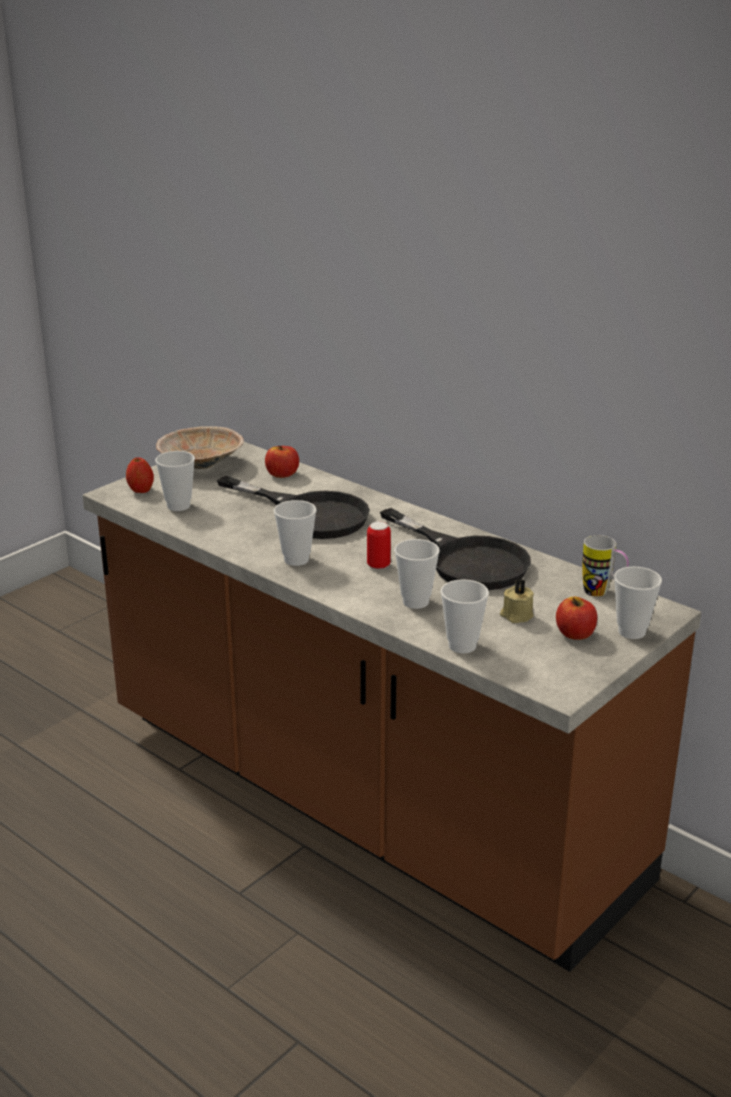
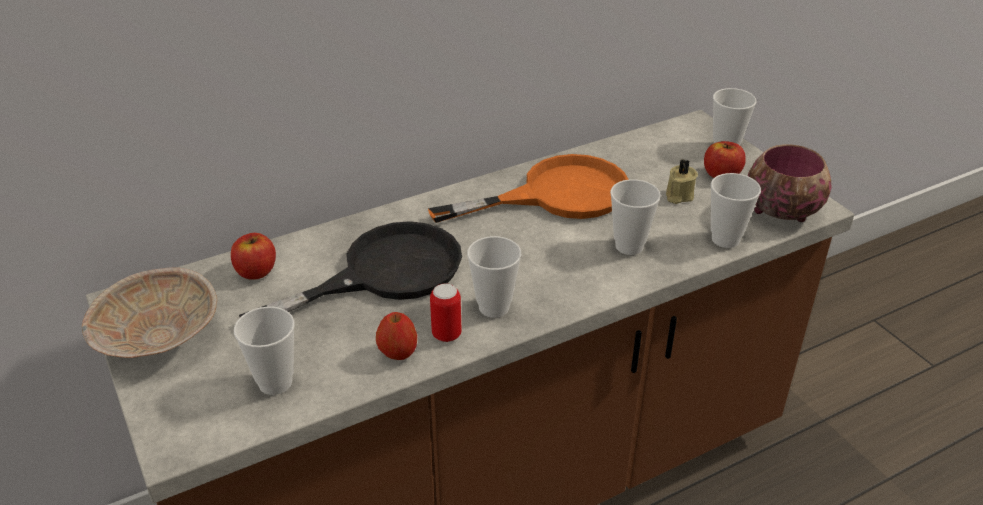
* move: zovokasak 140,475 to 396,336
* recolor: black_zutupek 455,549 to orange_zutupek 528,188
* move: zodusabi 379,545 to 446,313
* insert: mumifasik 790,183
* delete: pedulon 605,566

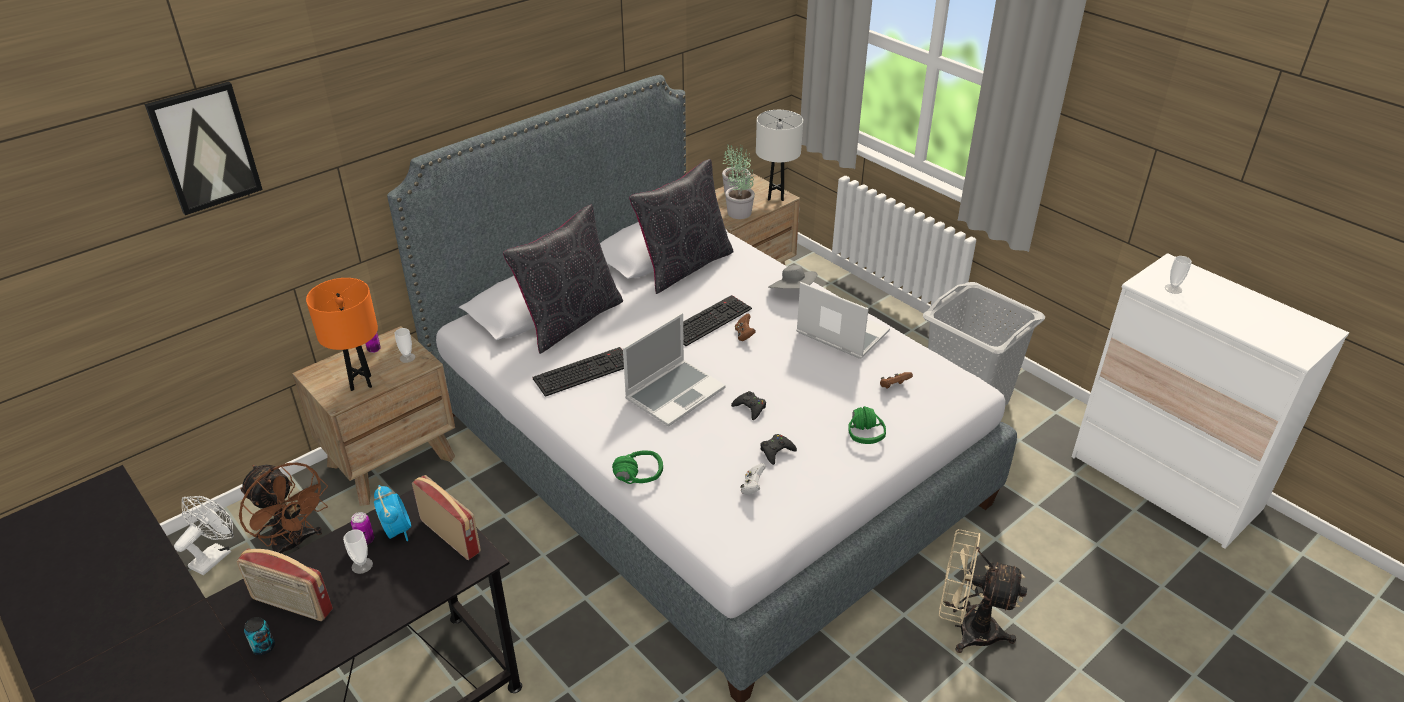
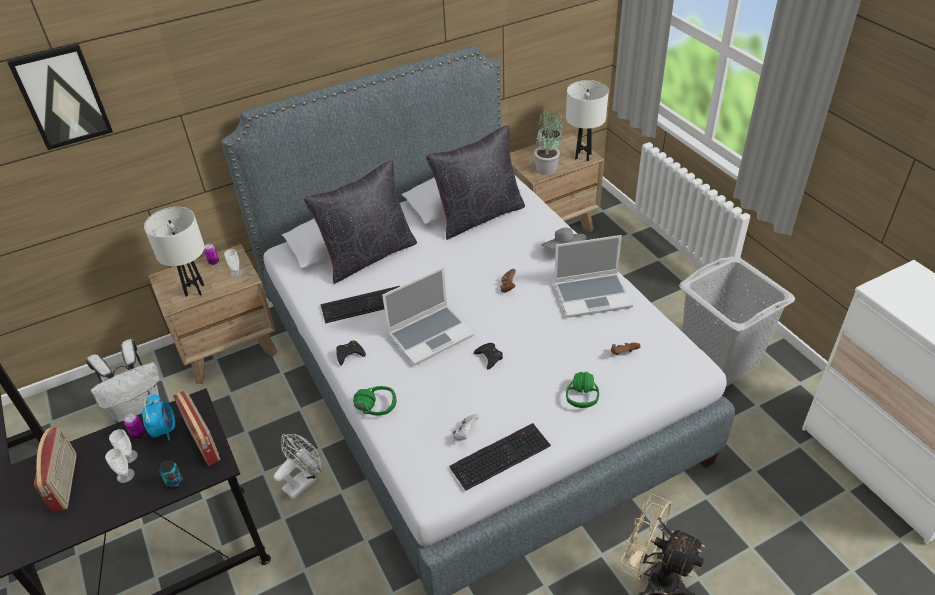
* rotate: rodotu 285,585 = 55,469 135 degrees counterclockwise
* replace: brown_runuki 283,510 to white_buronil 122,380
* move: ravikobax 1178,275 to 119,465
* recolor: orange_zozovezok 342,334 to white_zozovezok 174,251
* move: zodusabi 259,636 to 171,474
* move: white_runuki 204,535 to 297,467
* move: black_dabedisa 778,449 to 351,353
* move: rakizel 717,320 to 500,457
* rotate: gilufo 843,320 = 593,276 120 degrees clockwise

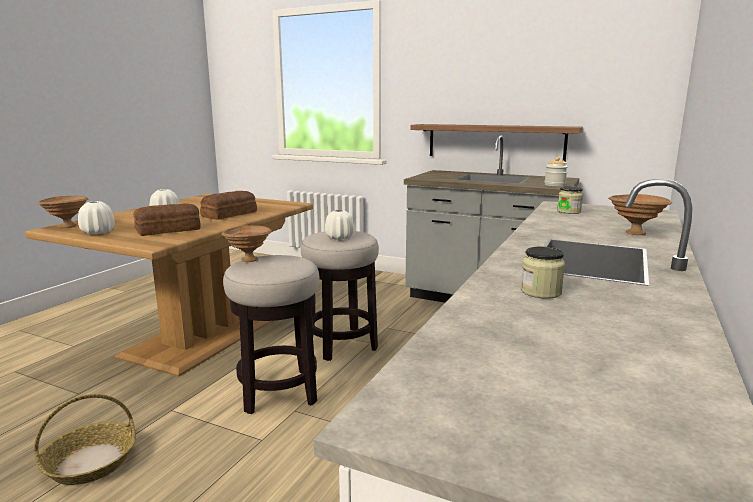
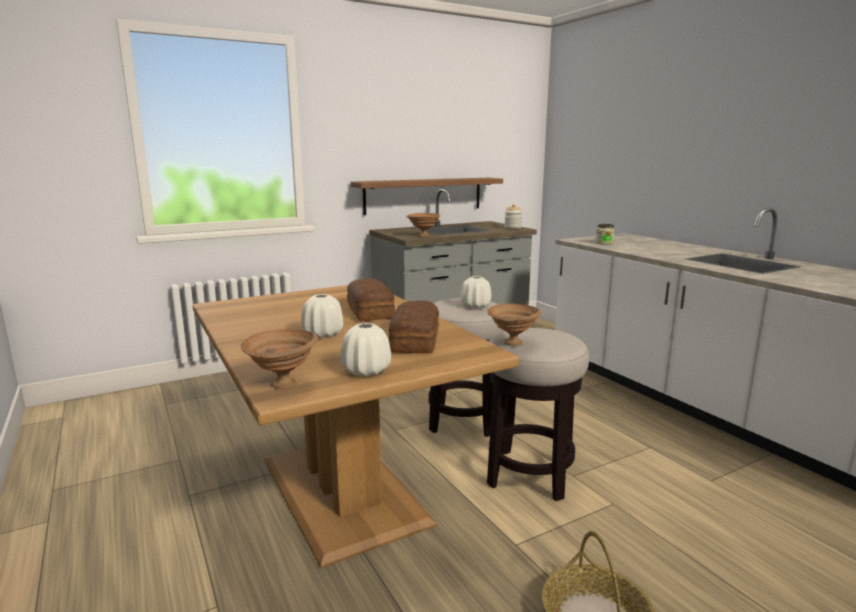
* move: brown_mumifasik 640,214 to 423,225
* delete: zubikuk 542,273

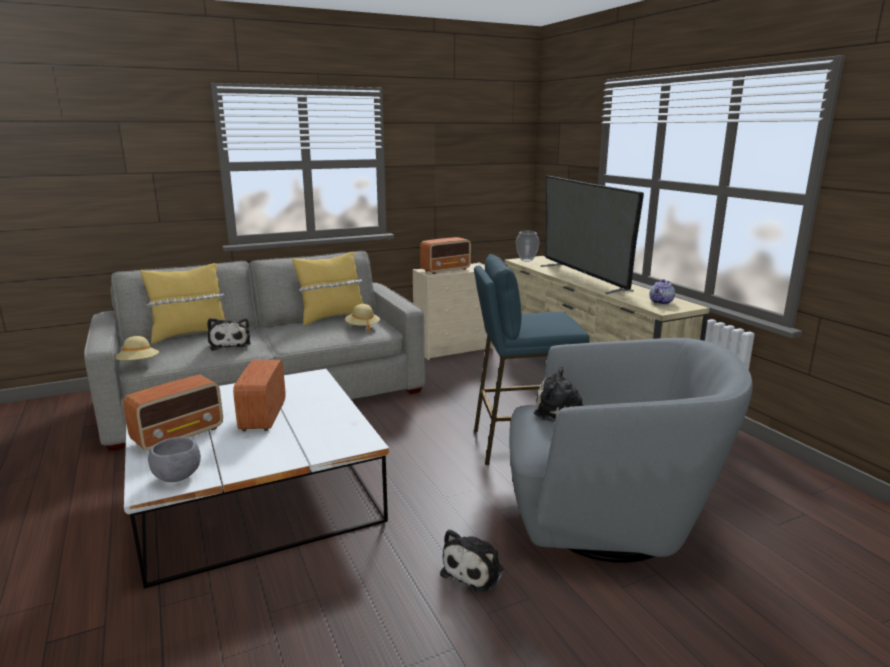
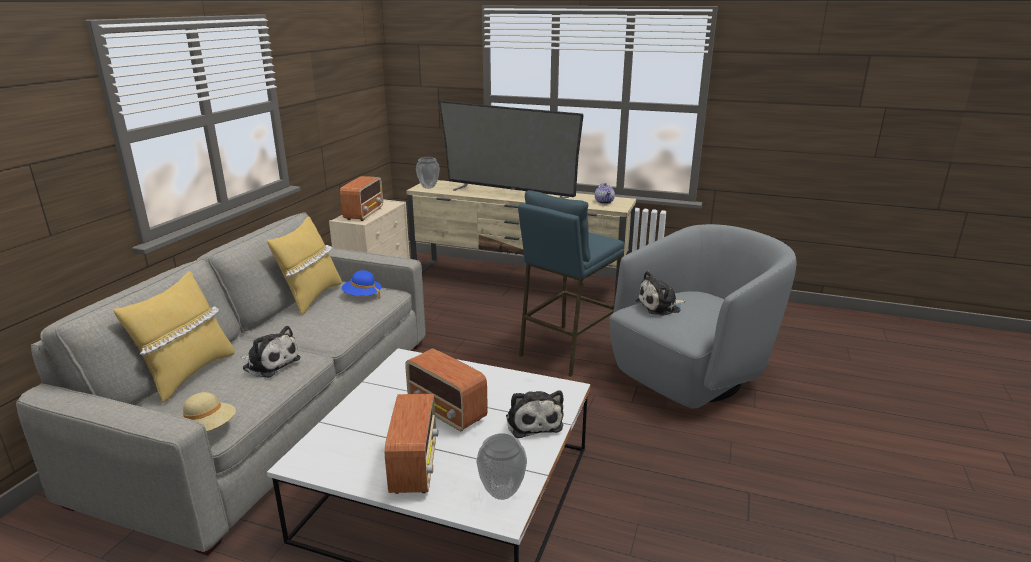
* recolor: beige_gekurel 362,318 to blue_gekurel 361,284
* replace: grey_mumifasik 174,459 to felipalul 501,466
* move: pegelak 472,561 to 535,414

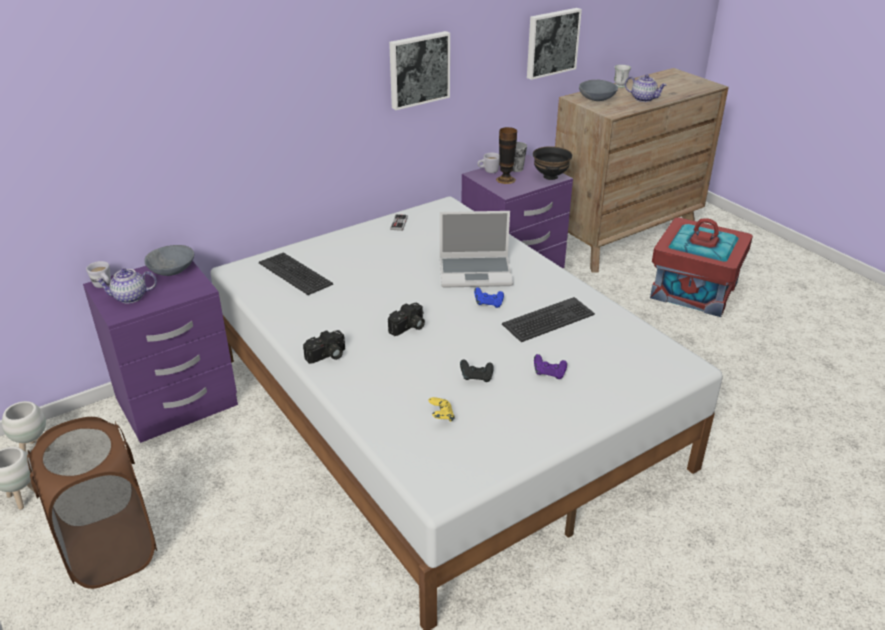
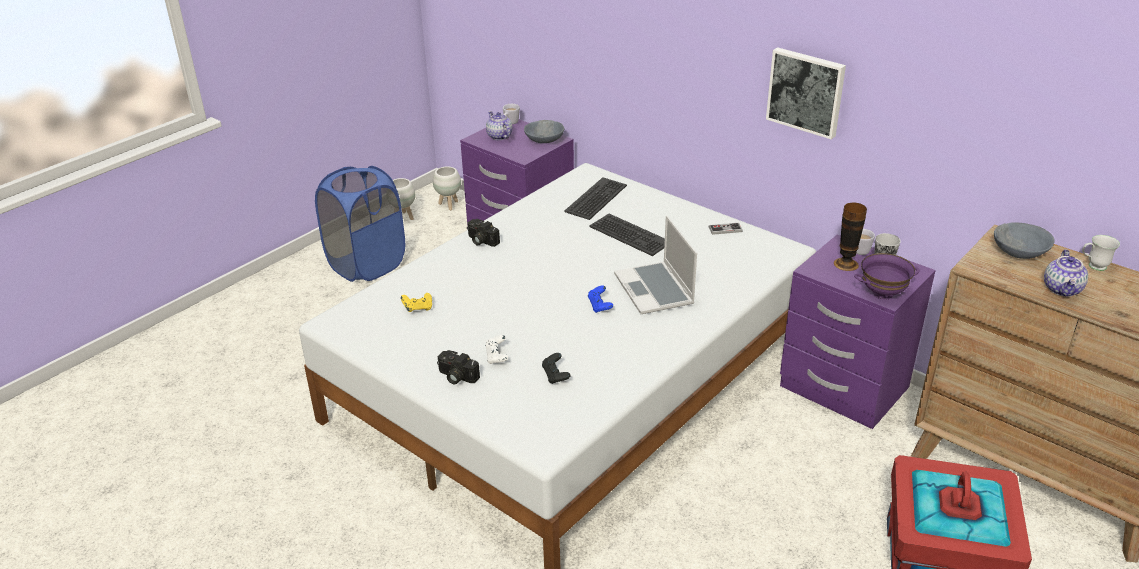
* recolor: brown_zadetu 92,503 to blue_zadetu 360,224
* move: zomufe 406,319 to 458,367
* recolor: purple_dabedisa 550,366 to white_dabedisa 496,349
* move: black_dabedisa 477,371 to 556,368
* move: rakizel 548,319 to 627,235
* recolor: black_mumifasik 552,163 to purple_mumifasik 886,276
* delete: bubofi 554,44

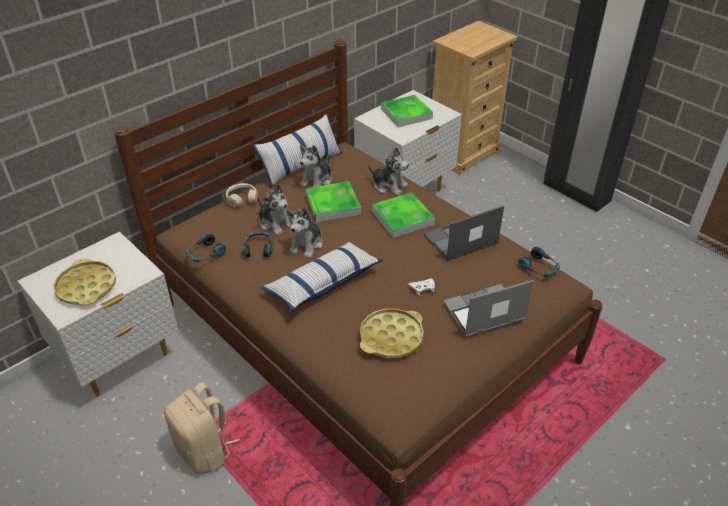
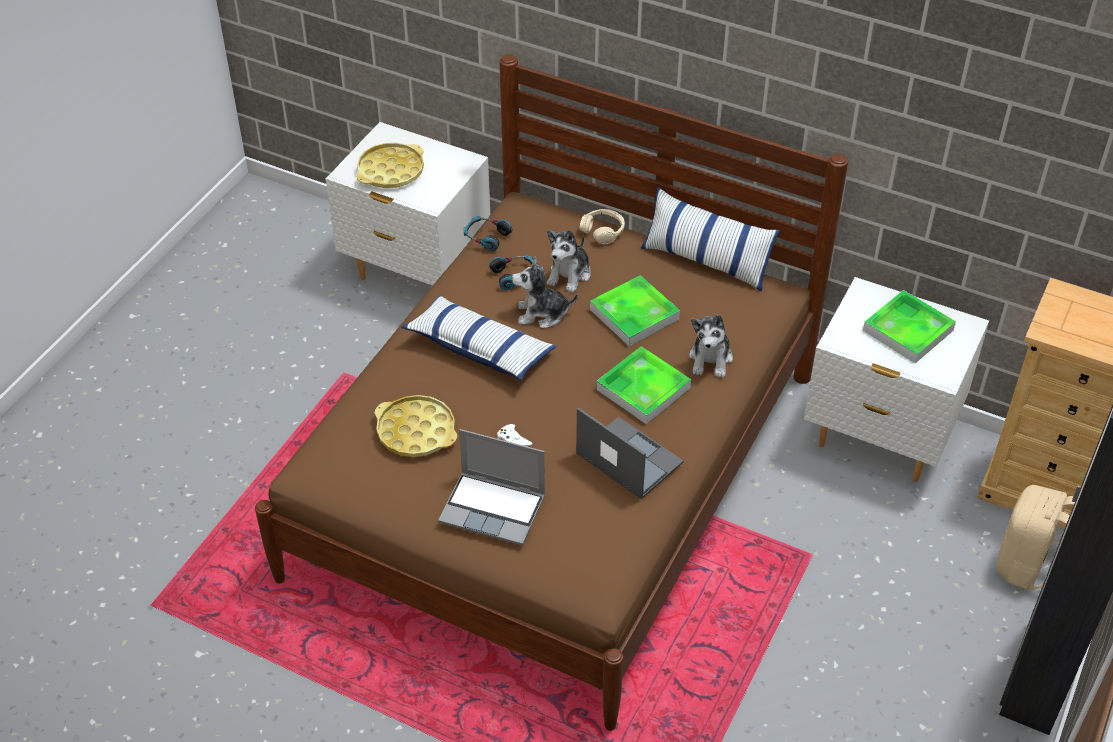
* rotate: gilufo 488,308 = 491,487 150 degrees clockwise
* move: beige_buronil 202,428 to 1036,537
* delete: pegelak 316,166
* delete: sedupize 539,261

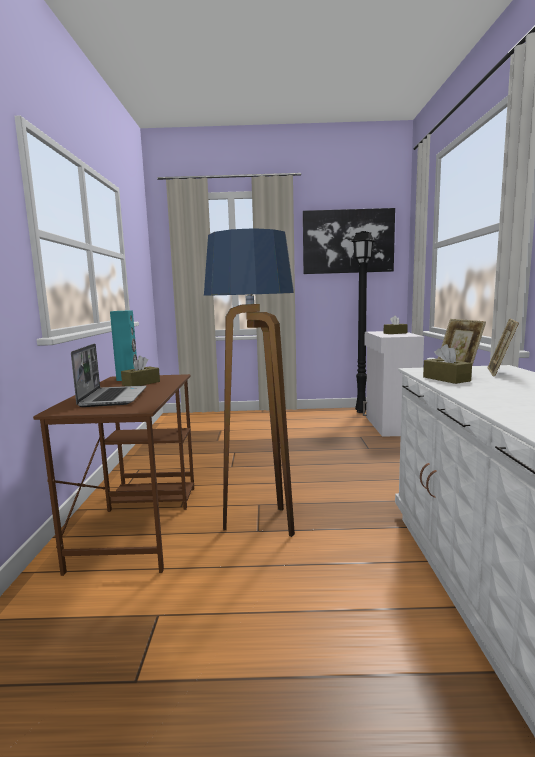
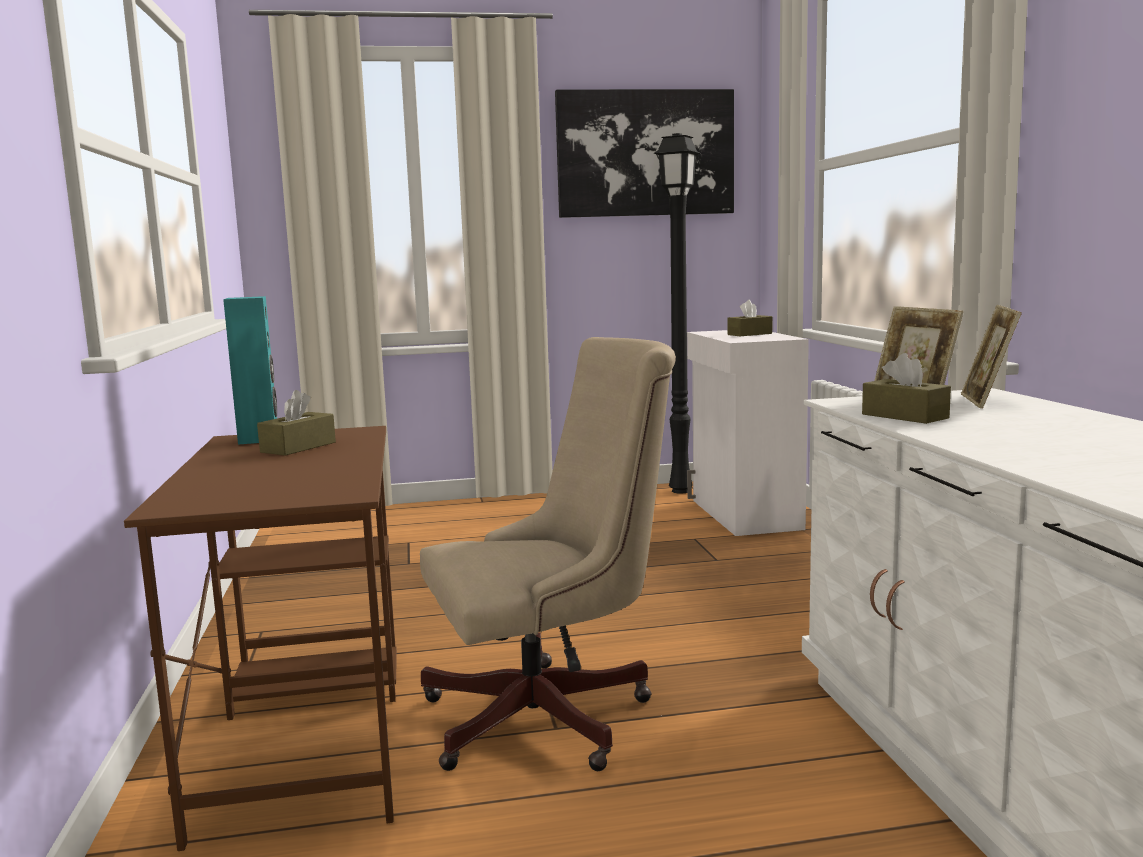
* replace: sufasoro 249,382 to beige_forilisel 548,554
* delete: gilufo 109,375

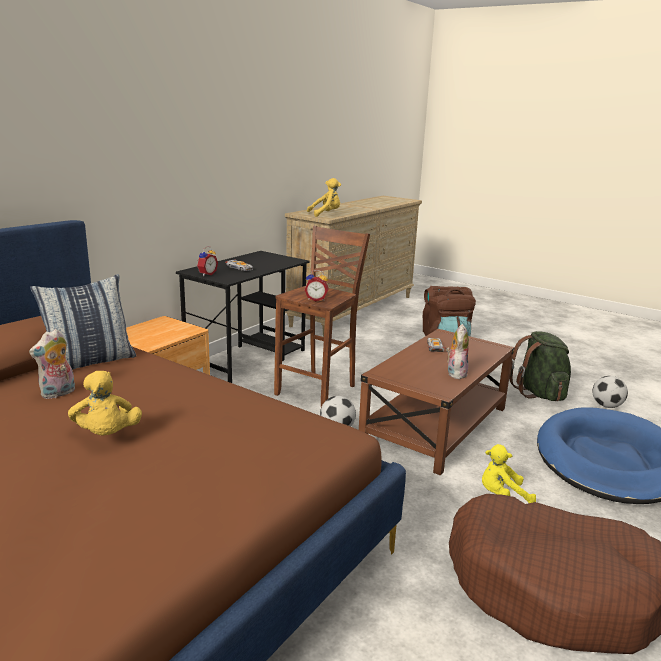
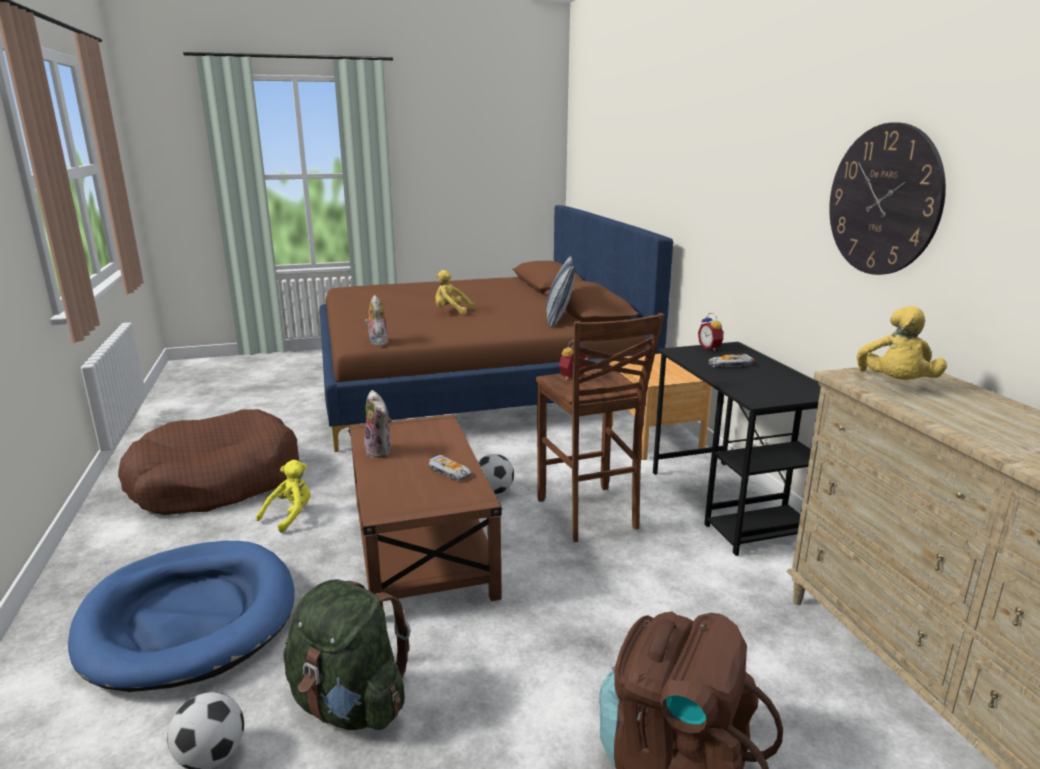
* move: pegelak 52,364 to 377,320
* insert: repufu 887,198

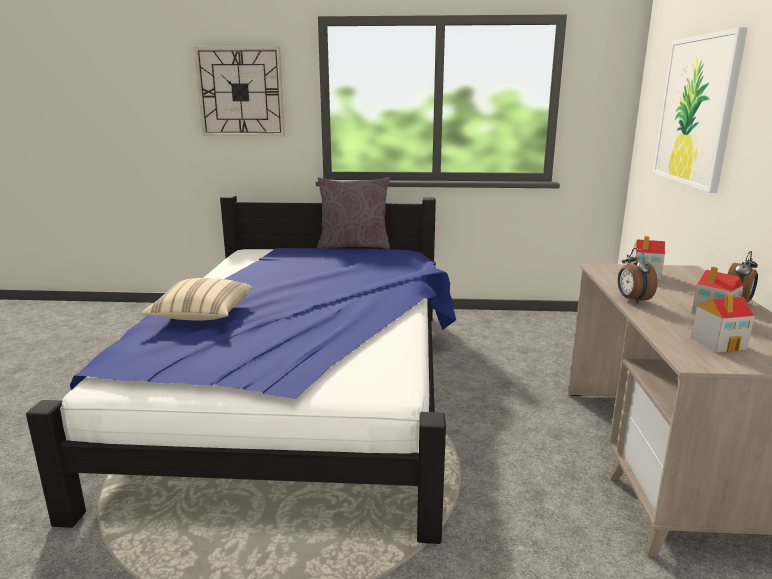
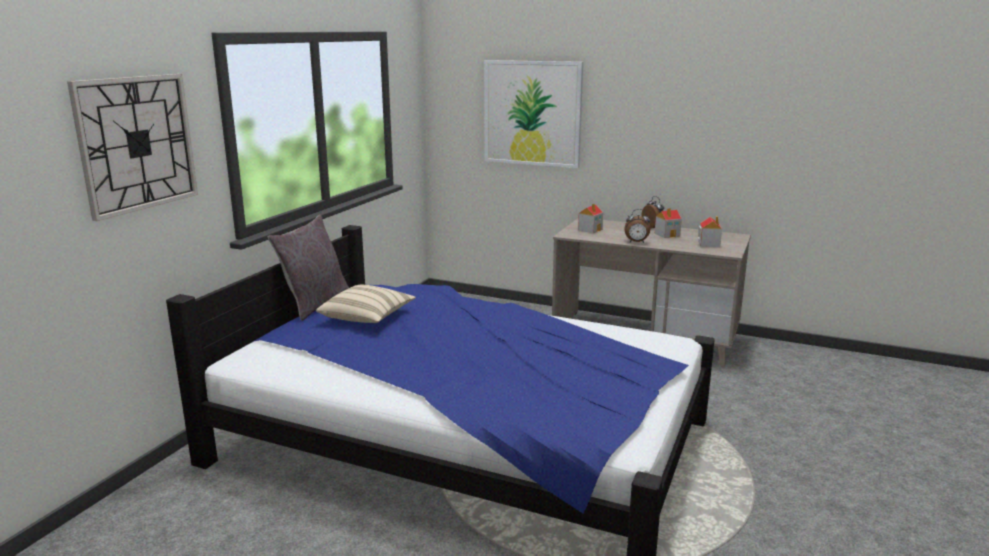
* move: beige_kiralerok 196,299 to 366,304

